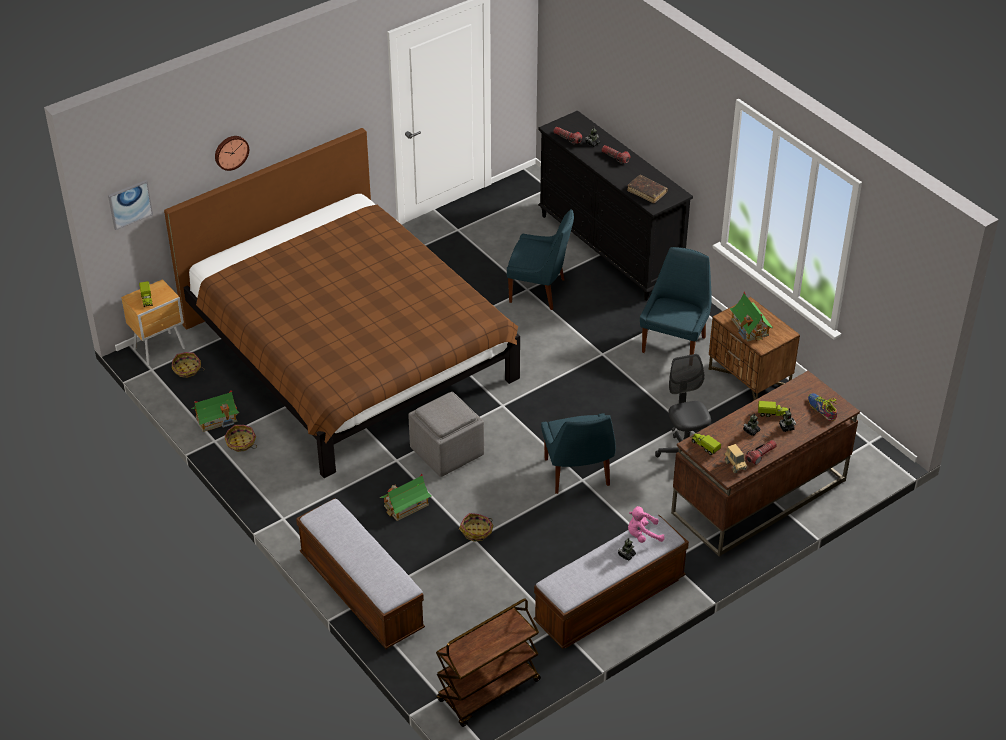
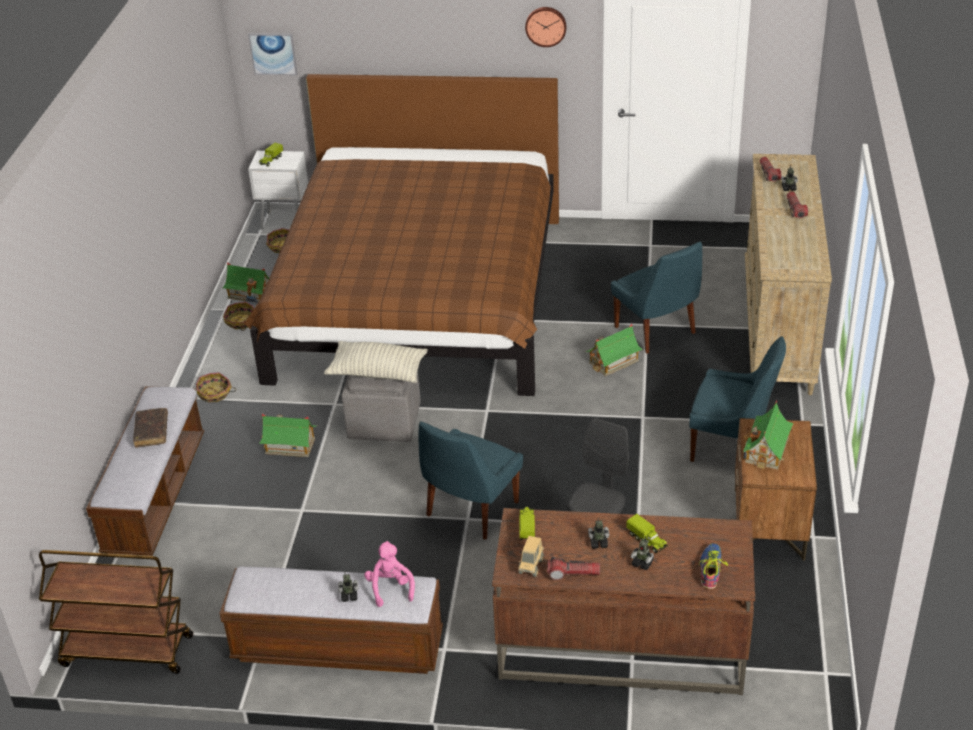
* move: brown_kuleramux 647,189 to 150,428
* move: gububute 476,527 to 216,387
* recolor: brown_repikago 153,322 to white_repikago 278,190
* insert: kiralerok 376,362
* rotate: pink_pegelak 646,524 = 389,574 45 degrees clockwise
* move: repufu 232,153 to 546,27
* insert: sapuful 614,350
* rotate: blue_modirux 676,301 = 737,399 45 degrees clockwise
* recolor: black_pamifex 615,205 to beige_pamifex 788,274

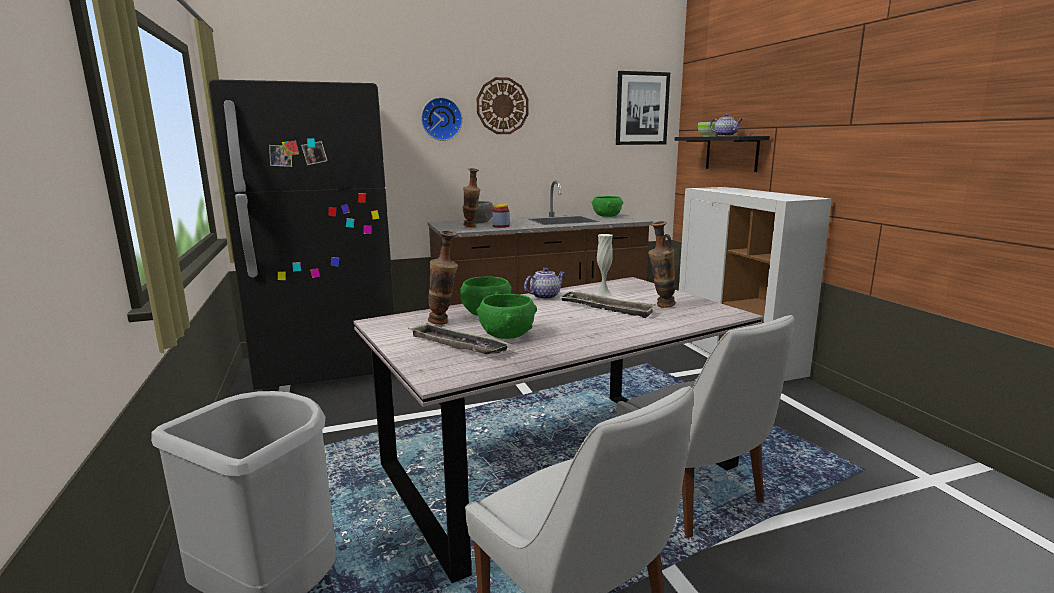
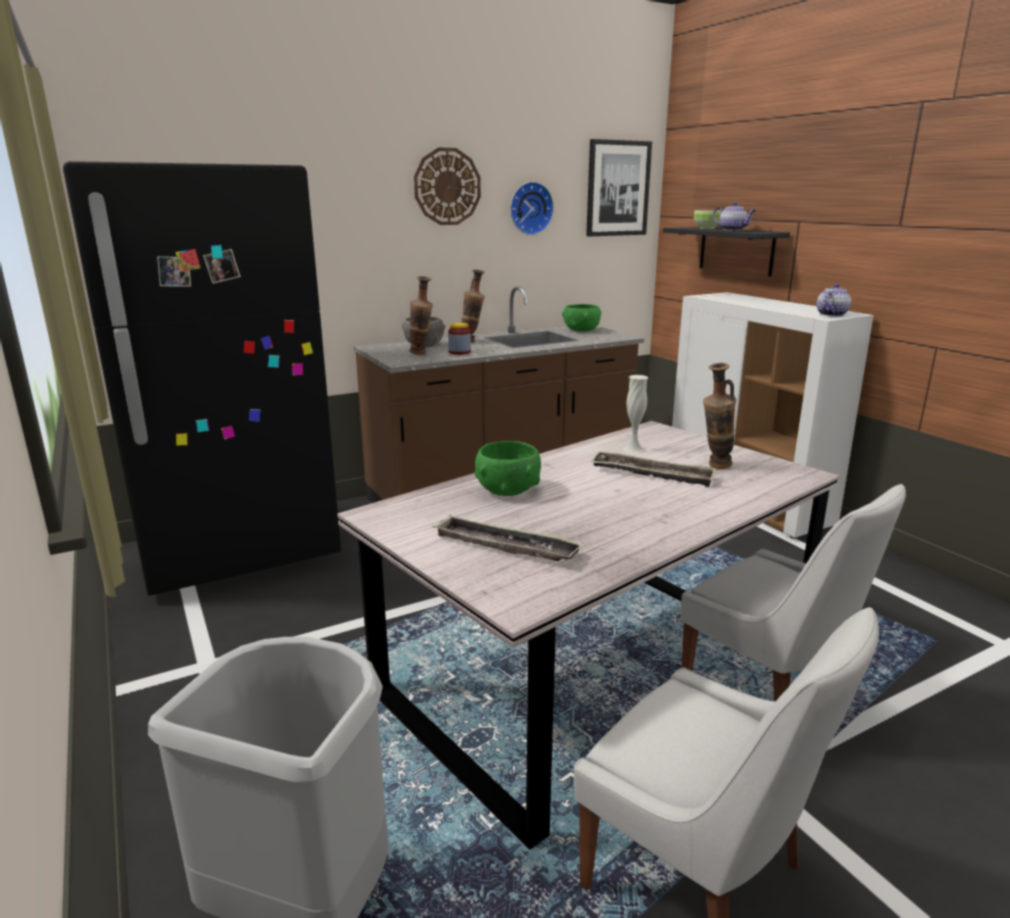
* move: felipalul 443,278 to 473,305
* move: repufu 442,119 to 532,208
* move: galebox 544,283 to 834,300
* delete: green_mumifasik 506,316

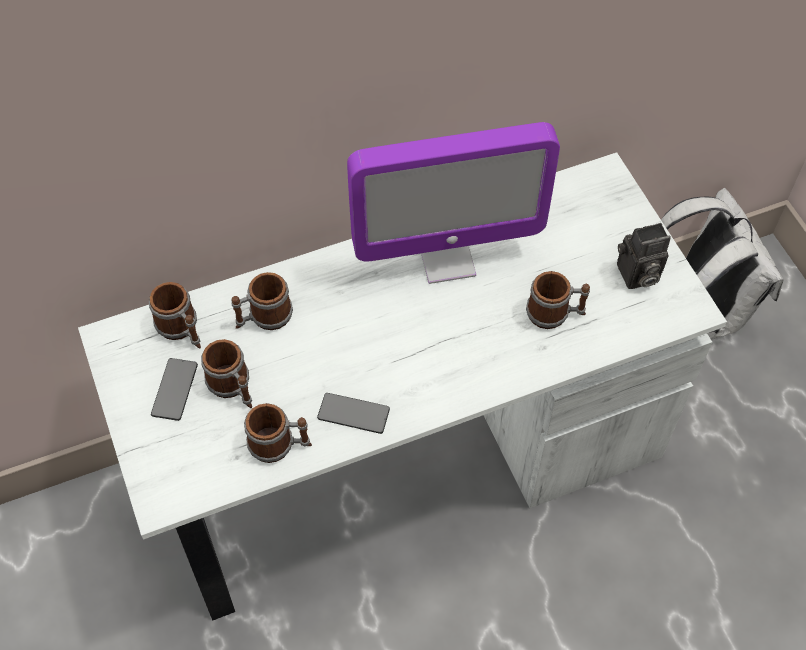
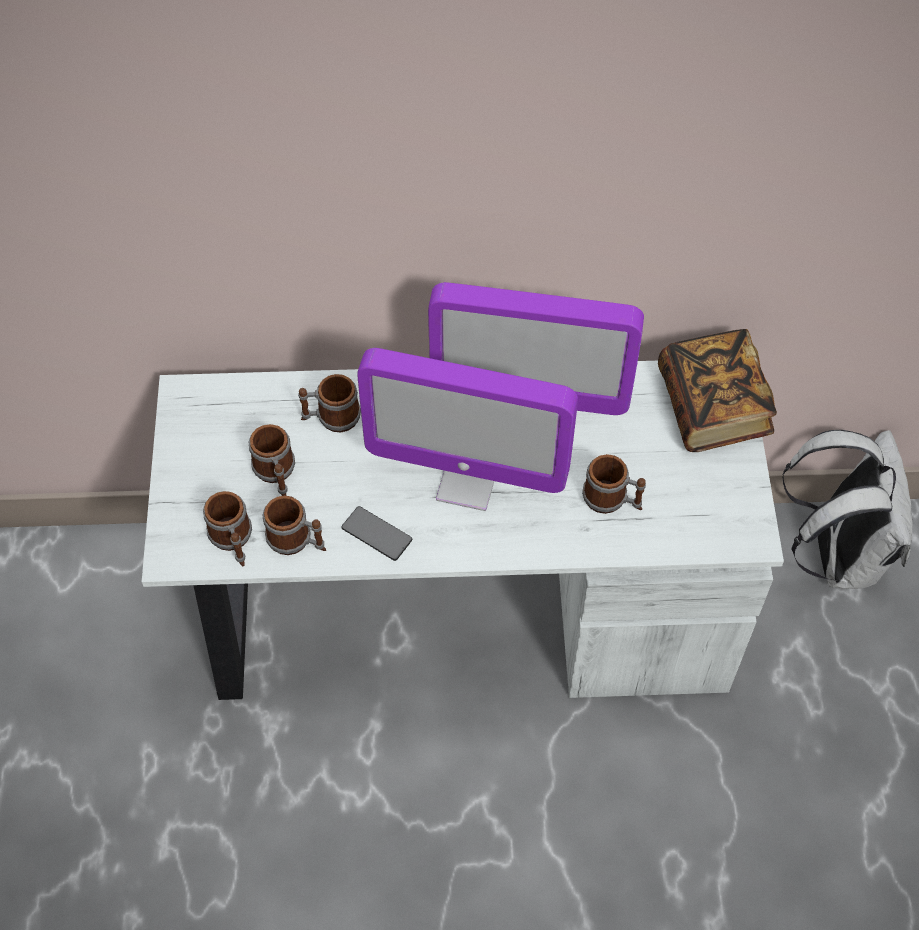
* move: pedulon 175,315 to 227,529
* insert: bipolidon 467,429
* insert: kuleramux 717,390
* delete: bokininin 174,389
* delete: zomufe 644,256

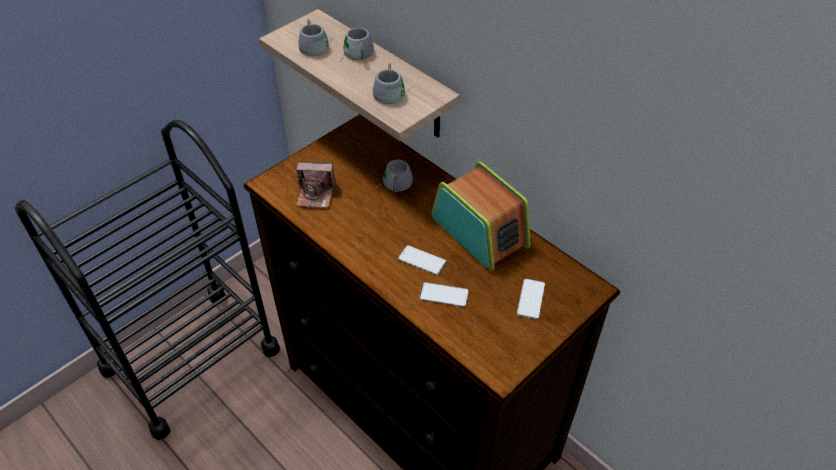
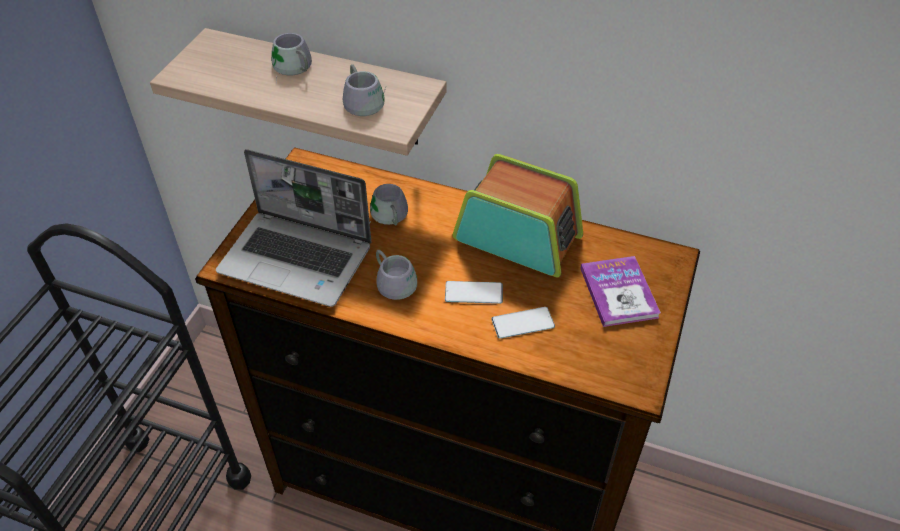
* replace: zomufe 315,185 to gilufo 294,228
* move: grey_pedulon 315,37 to 396,275
* replace: bokininin 531,299 to kuleramux 620,291

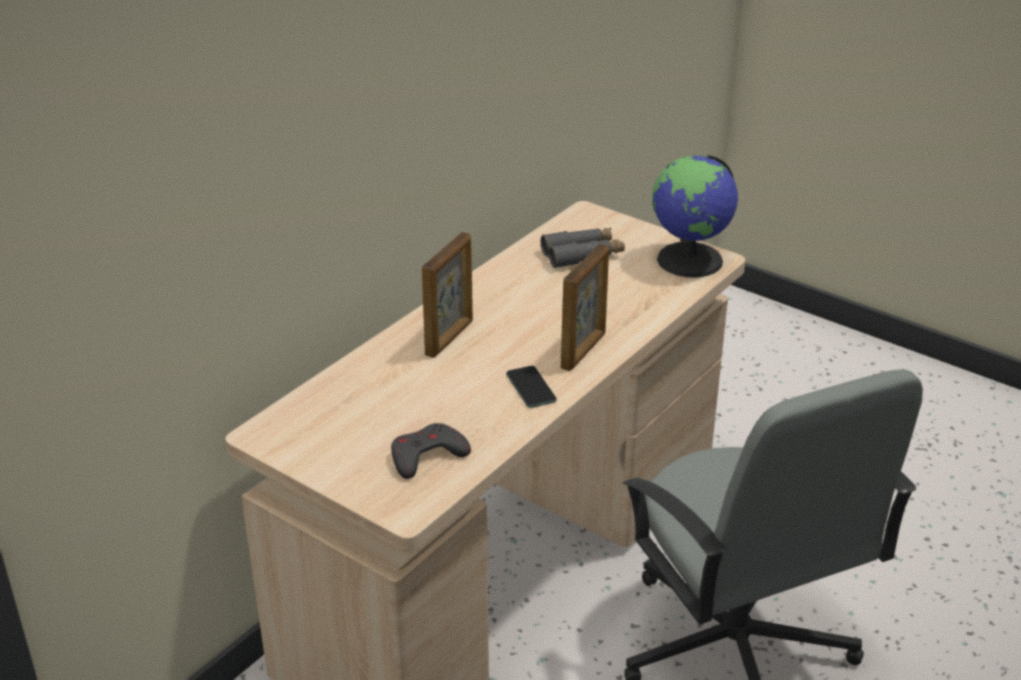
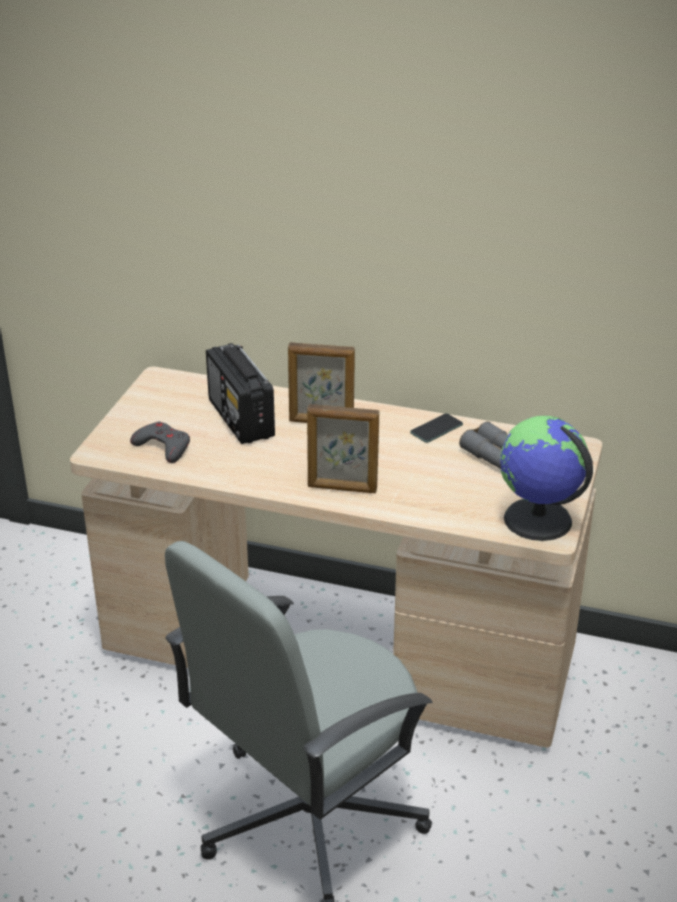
* insert: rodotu 240,393
* move: bokininin 531,387 to 436,428

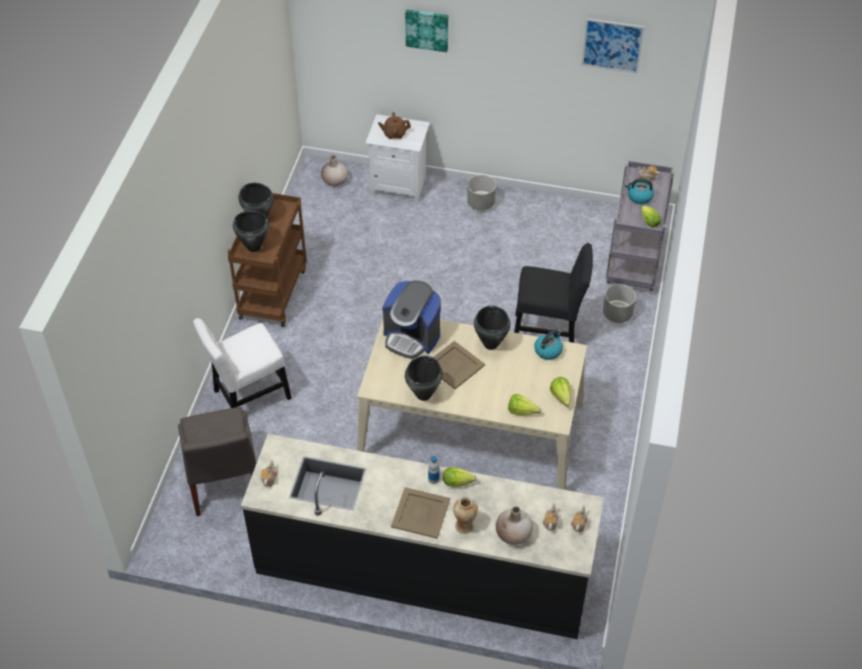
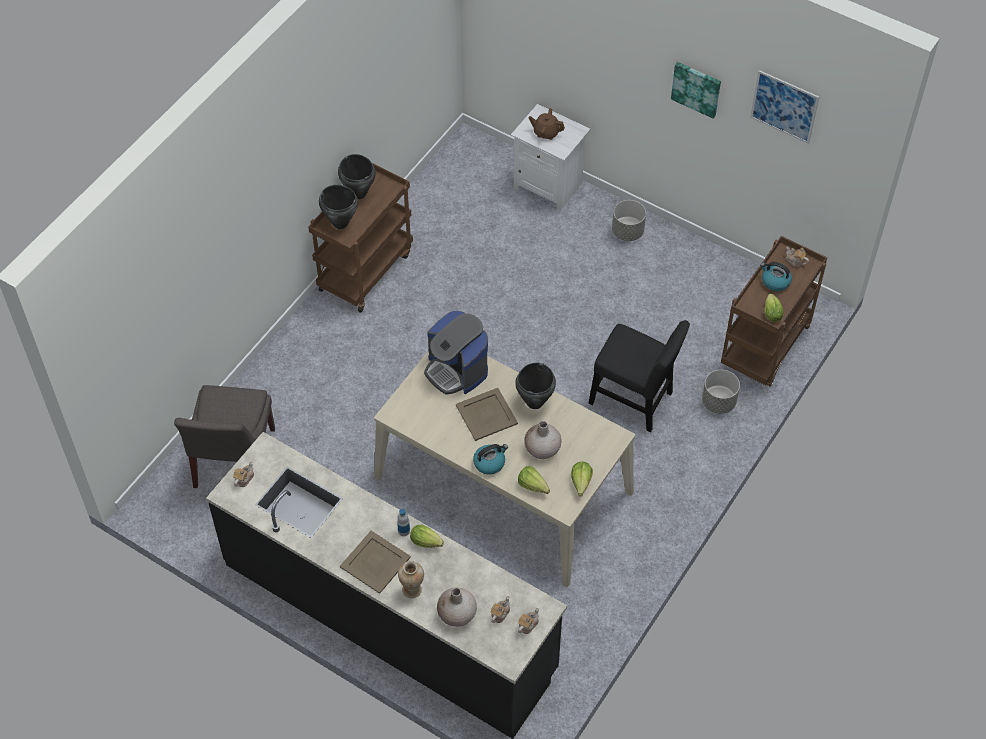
* move: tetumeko 548,345 to 490,459
* move: beige_felipalul 334,171 to 543,440
* move: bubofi 426,30 to 696,90
* recolor: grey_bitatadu 640,226 to brown_bitatadu 774,311
* delete: white_modirux 242,363
* delete: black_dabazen 424,378

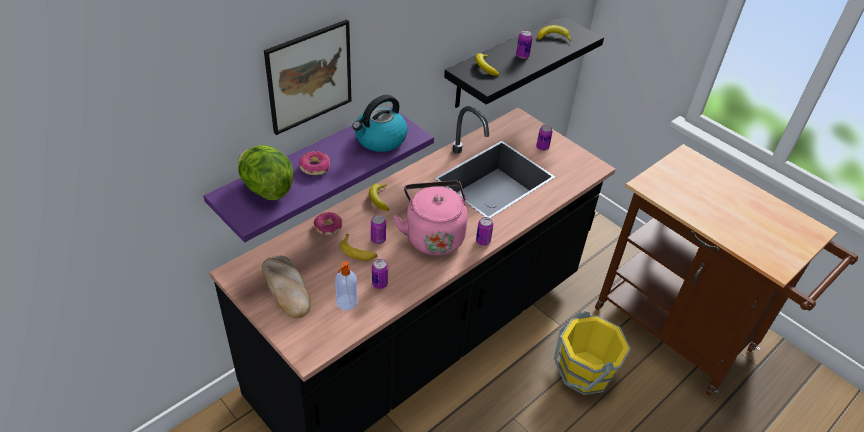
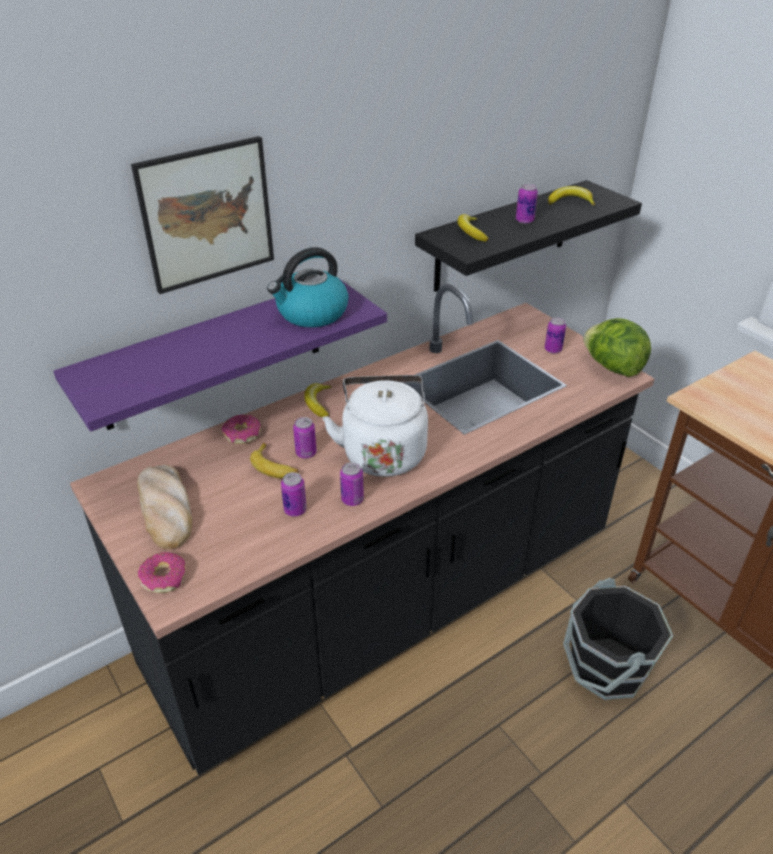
* move: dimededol 314,163 to 162,572
* recolor: pink_tetumeko 431,218 to white_tetumeko 375,426
* move: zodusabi 484,231 to 352,484
* recolor: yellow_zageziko 592,353 to black_zageziko 618,639
* move: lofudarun 265,173 to 617,347
* delete: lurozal 346,285

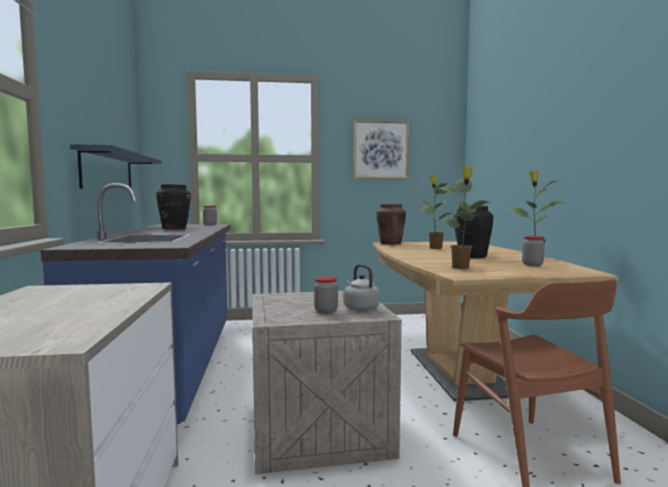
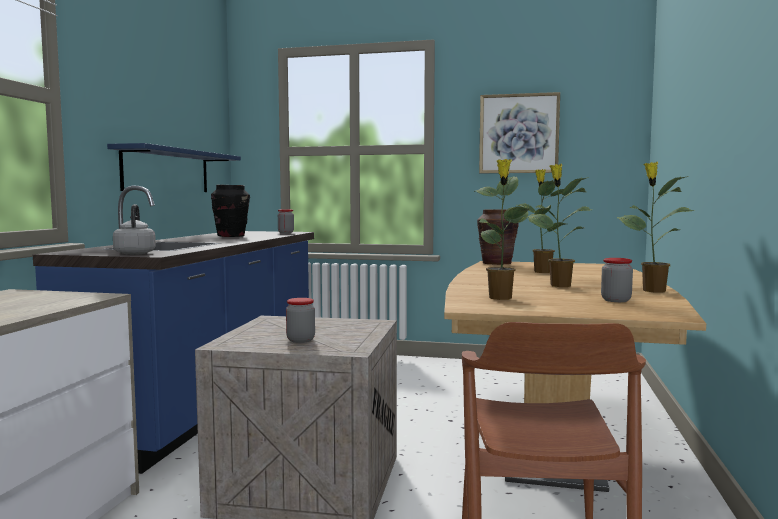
* move: grey_tetumeko 362,287 to 134,229
* replace: black_felipalul 473,232 to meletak 560,225

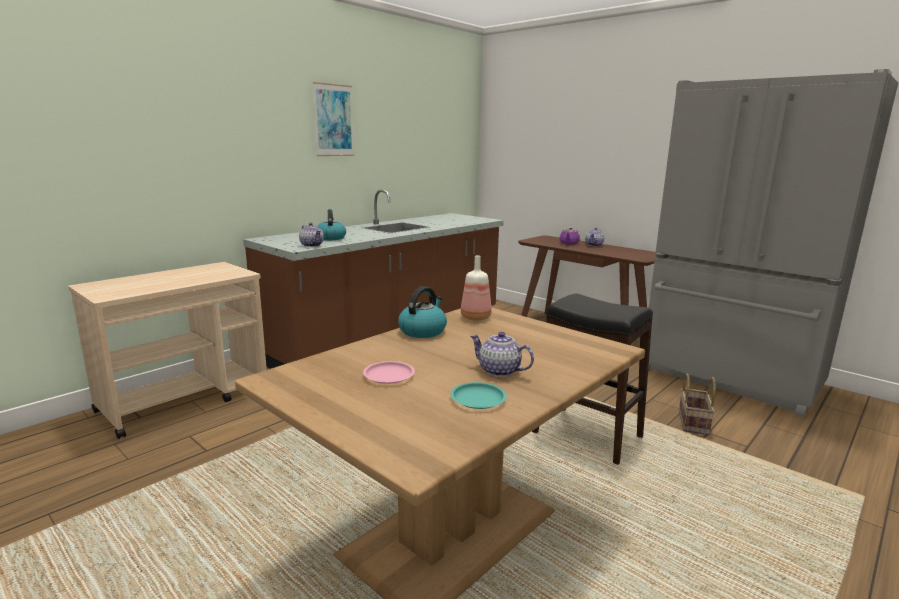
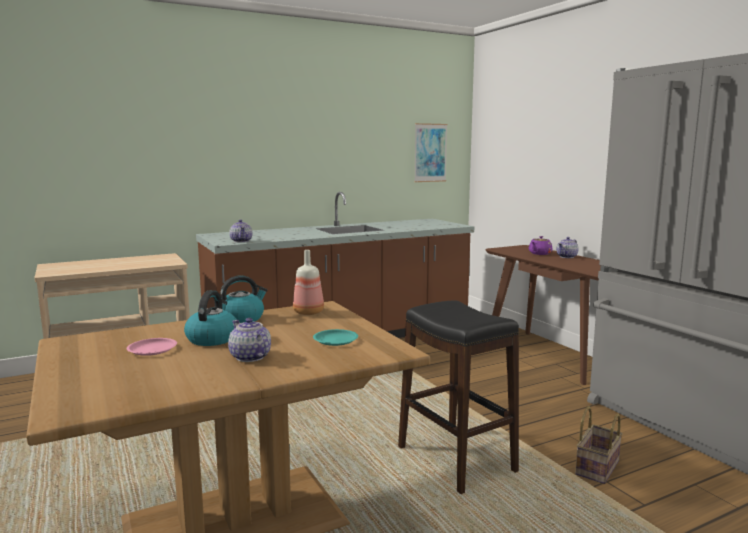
* move: tetumeko 332,224 to 210,318
* move: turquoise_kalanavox 478,395 to 335,337
* move: bubofi 333,119 to 431,152

